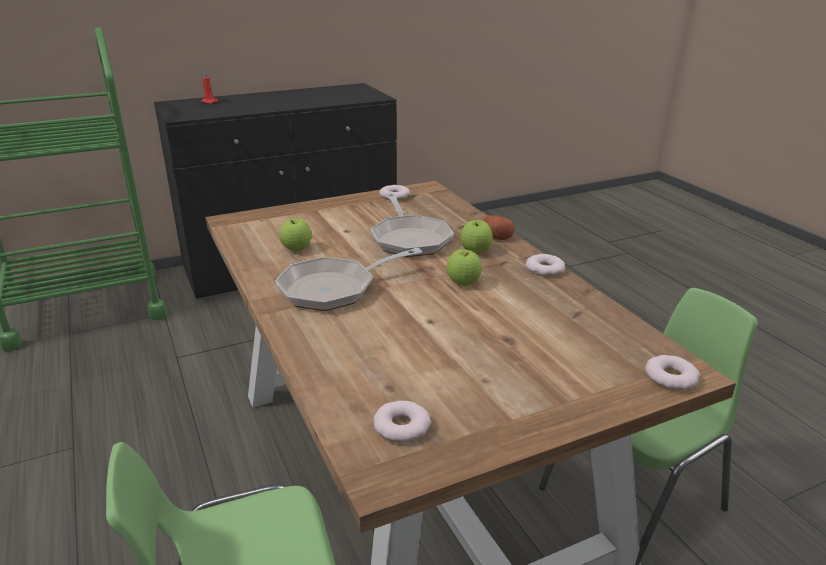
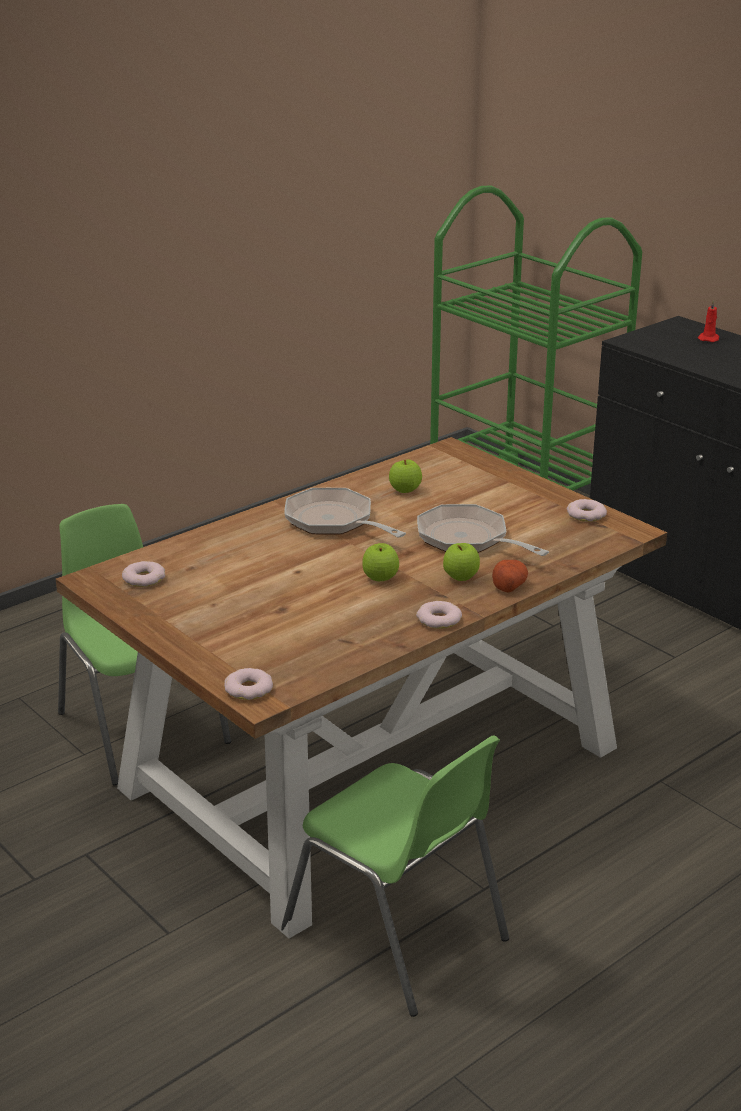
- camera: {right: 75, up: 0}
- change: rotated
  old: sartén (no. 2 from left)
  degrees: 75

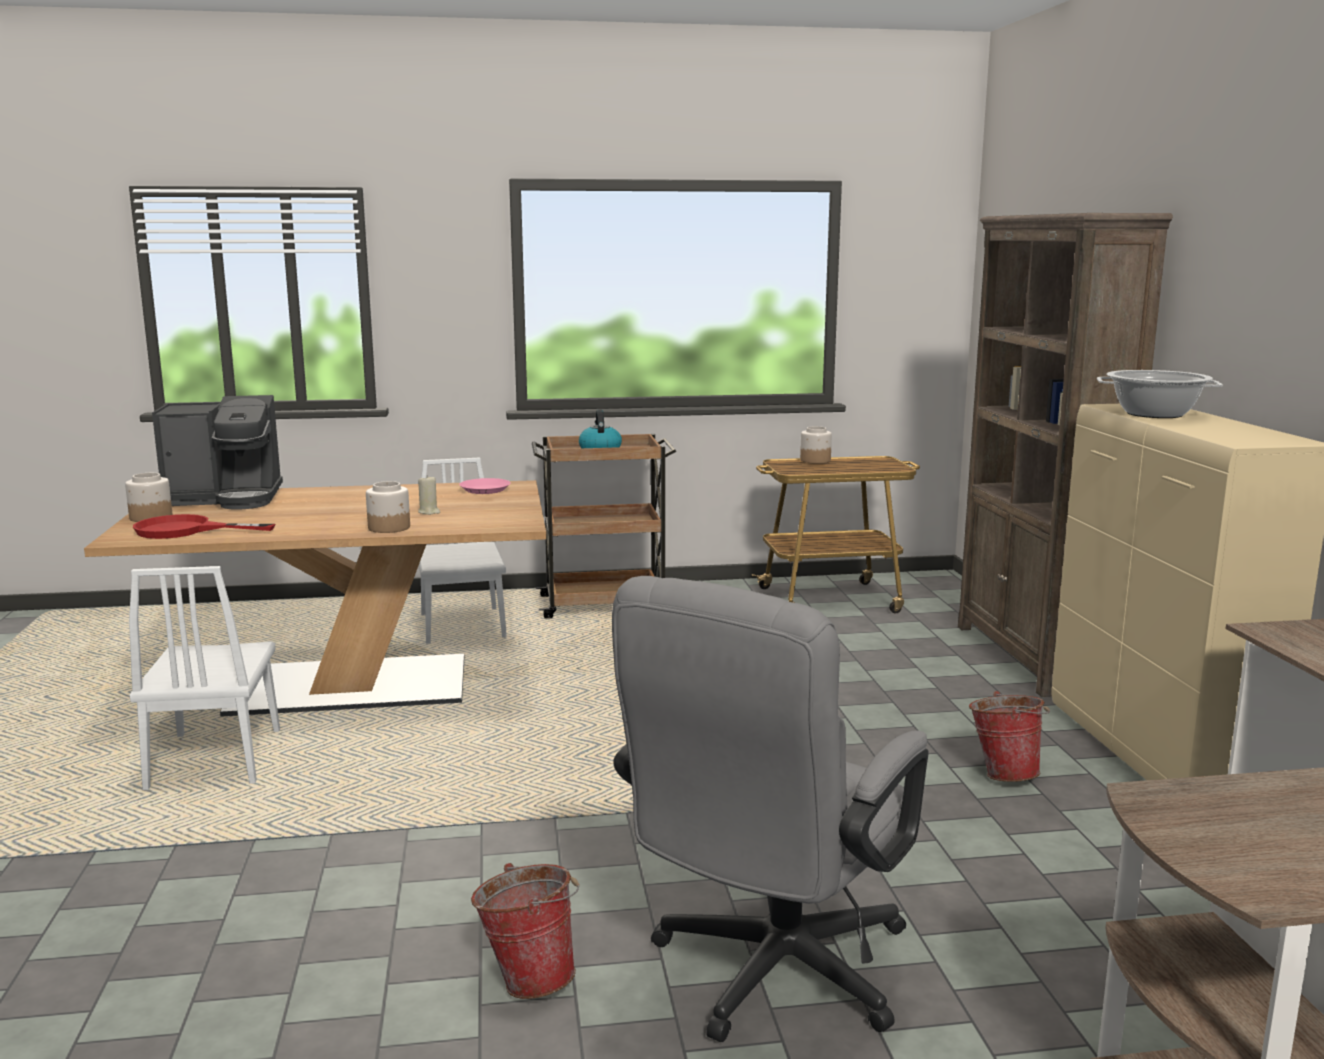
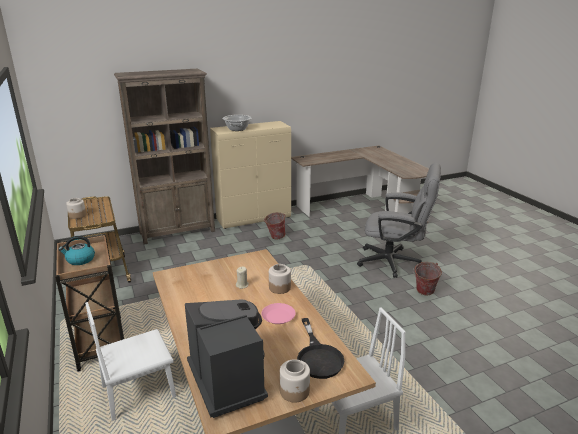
- camera: {right: -105, up: 10}
- change: shifted
  old: plato/rosa
- change: repainted
  old: sartén/rojo
  new: sartén/negro

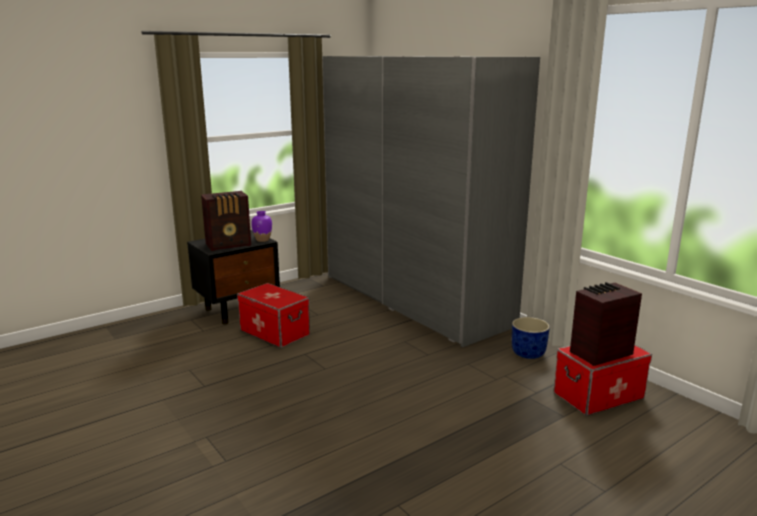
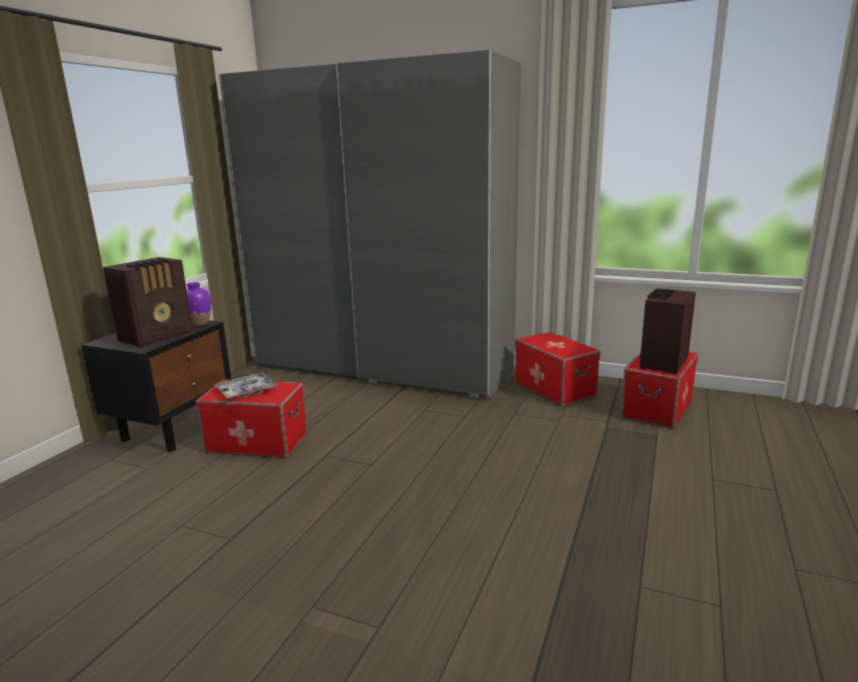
- camera: {right: -30, up: 0}
- change: swapped
  old: maceta/azul
  new: caja de almacenaje (no. 2 from left)
- change: new
  new: bandeja

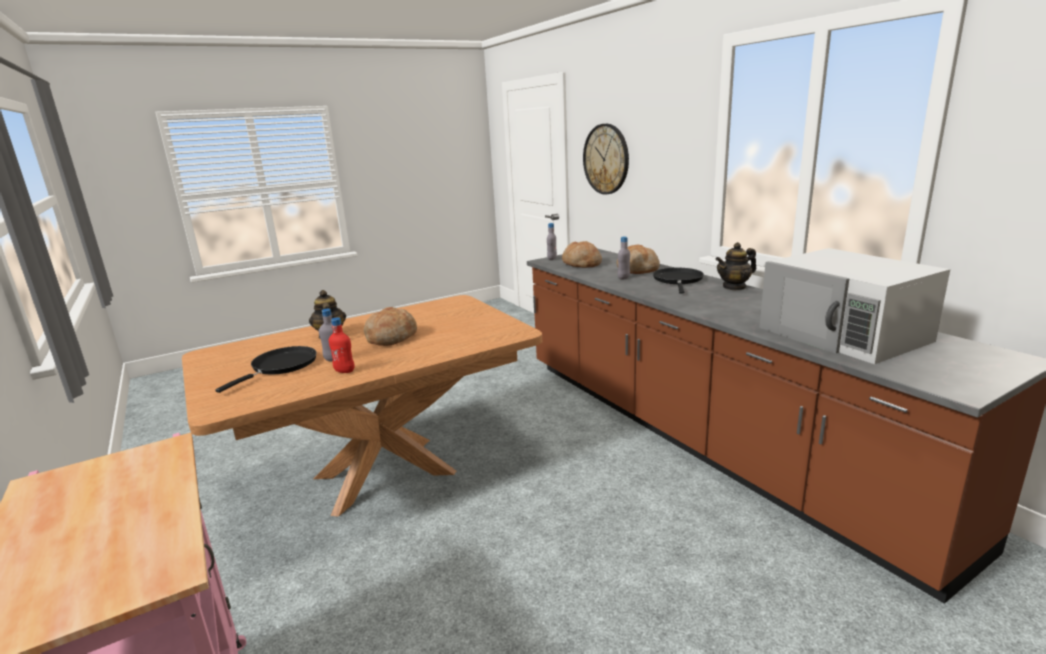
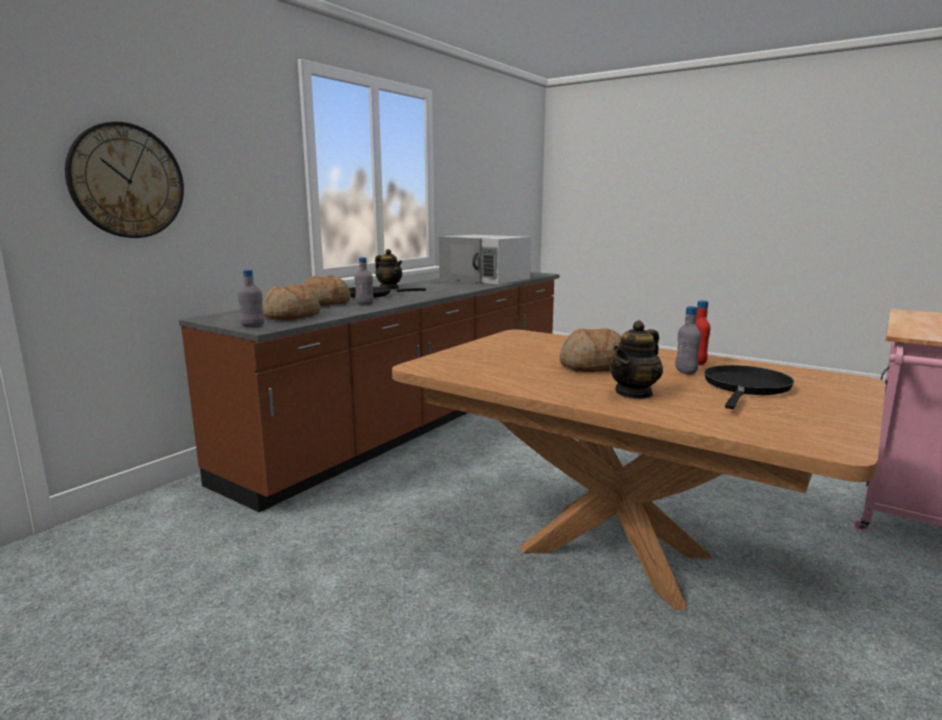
- camera: {right: -115, up: -5}
- change: rotated
  old: microondas/blanco
  degrees: 90
- change: rotated
  old: sartén/negro (no. 1 from left in the first image)
  degrees: 120

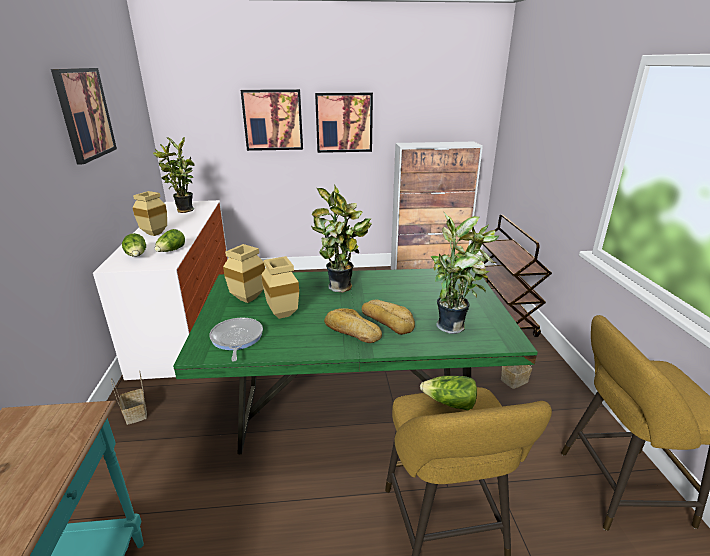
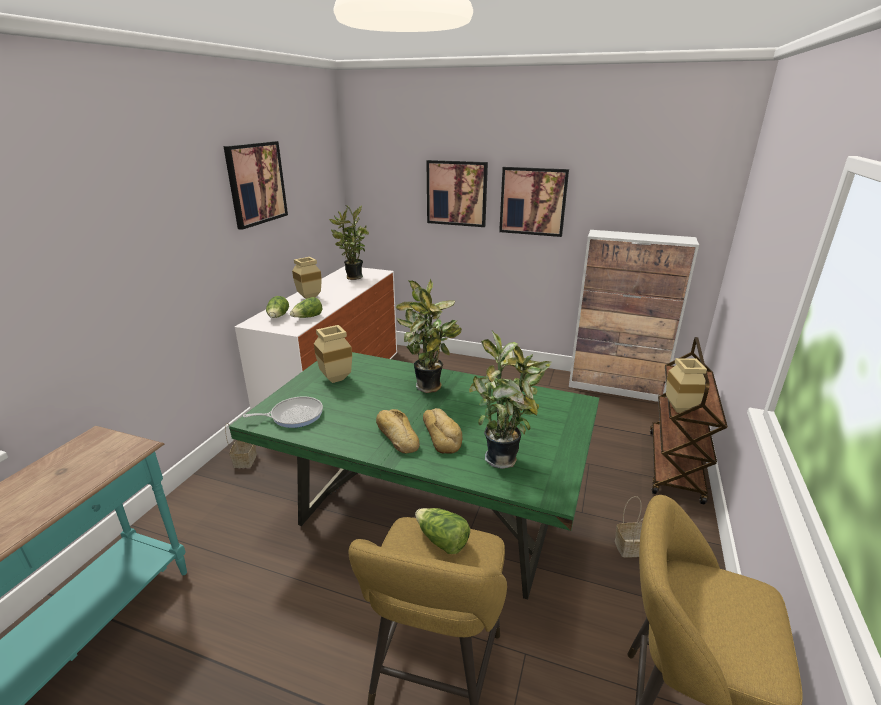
- camera: {right: 25, up: 0}
- change: shifted
  old: florero/beis (no. 3 from left)
- change: rotated
  old: sartén
  degrees: 60

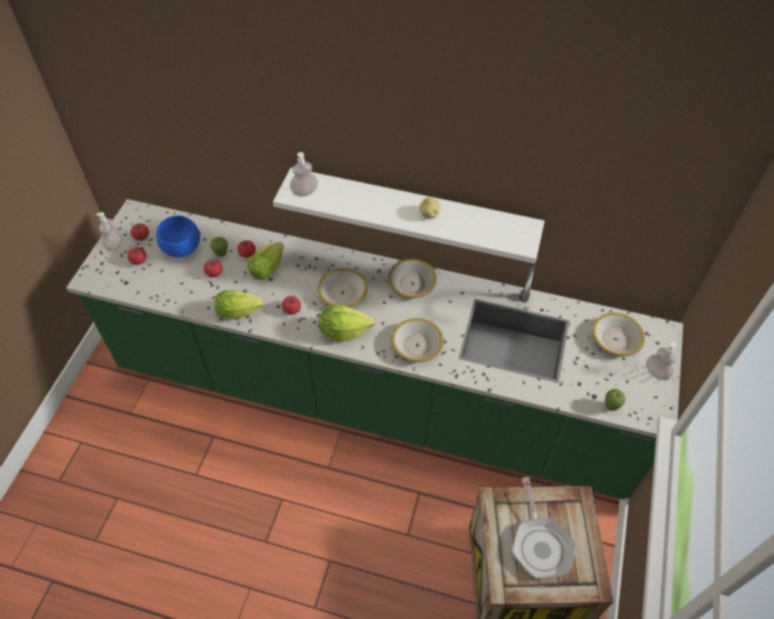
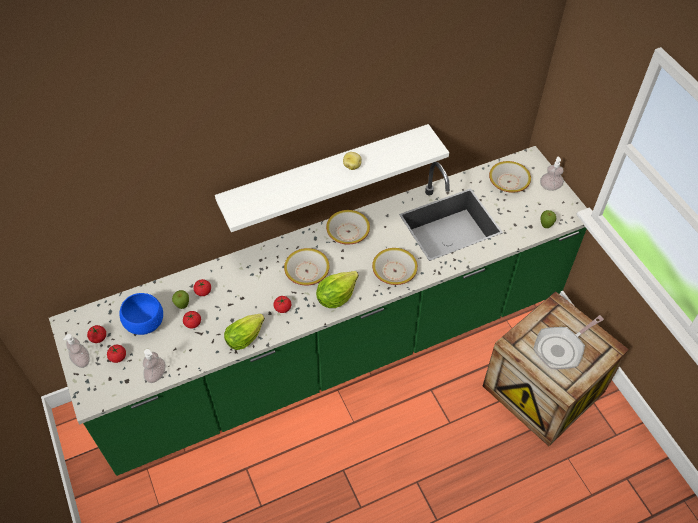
- camera: {right: -40, up: 0}
- change: shifted
  old: dispensador de jabón (no. 2 from left)
- change: gone
  old: lechuga (no. 2 from left)
- change: rotated
  old: sartén
  degrees: 105

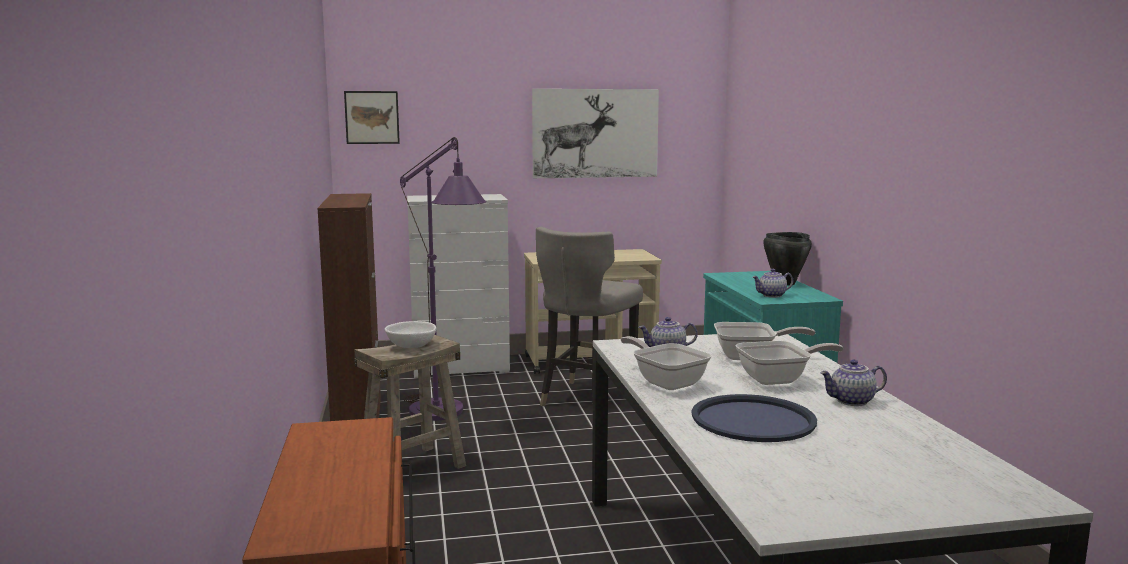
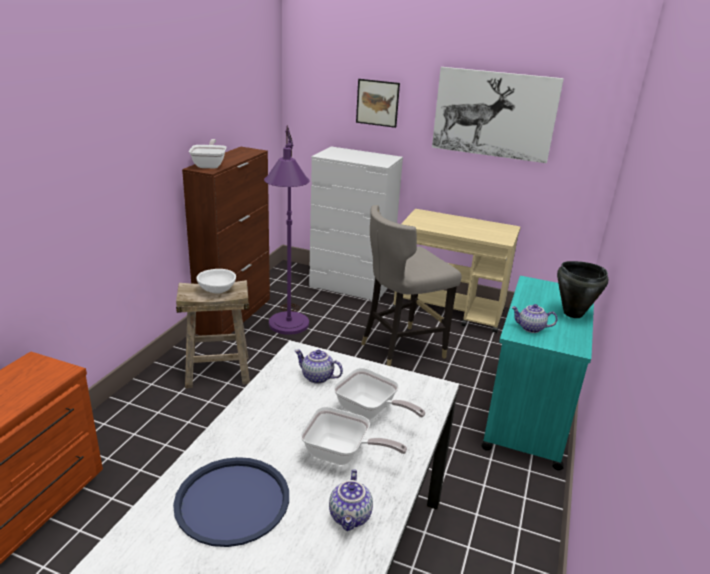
- camera: {right: 30, up: 15}
- change: shifted
  old: cuadro (no. 1 from left)
- change: shifted
  old: sartén (no. 1 from left)
- change: rotated
  old: tetera (no. 3 from left in the first image)
  degrees: -105

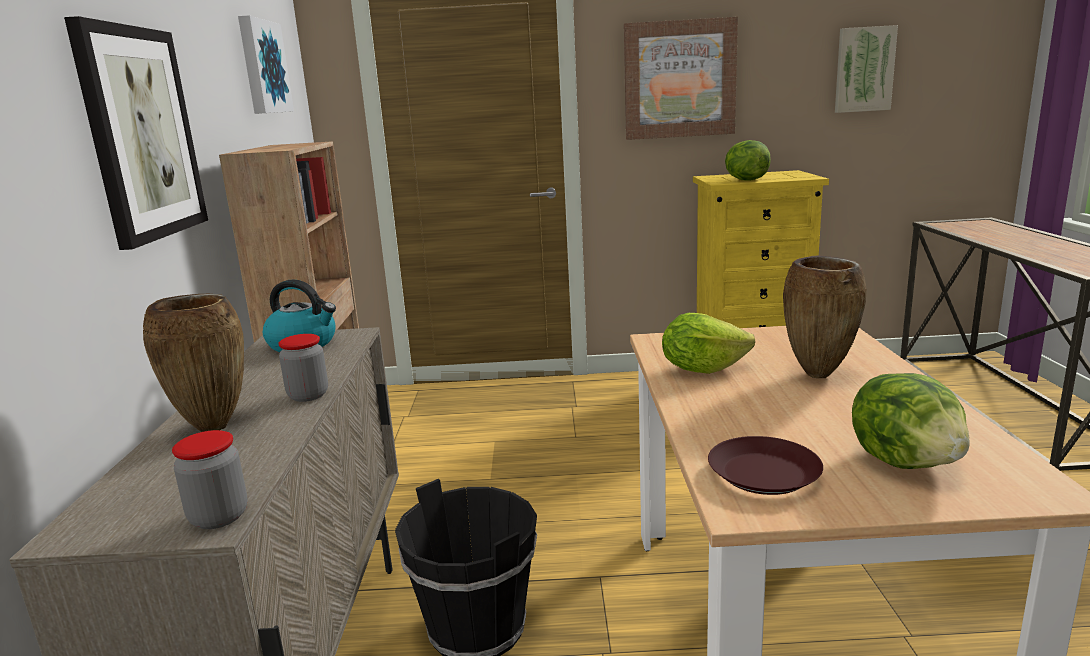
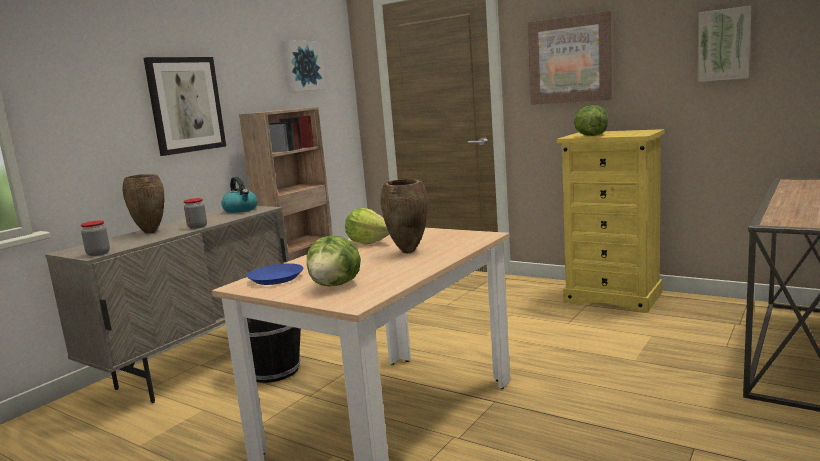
- camera: {right: 35, up: -5}
- change: repainted
  old: plato/marrón
  new: plato/azul

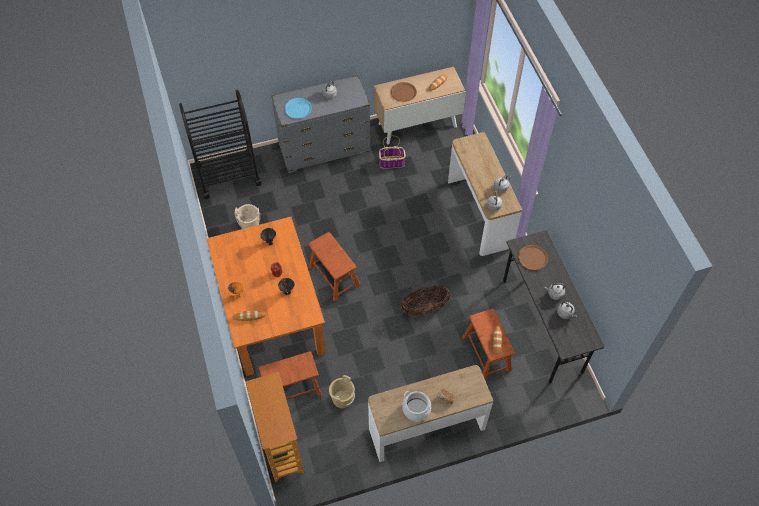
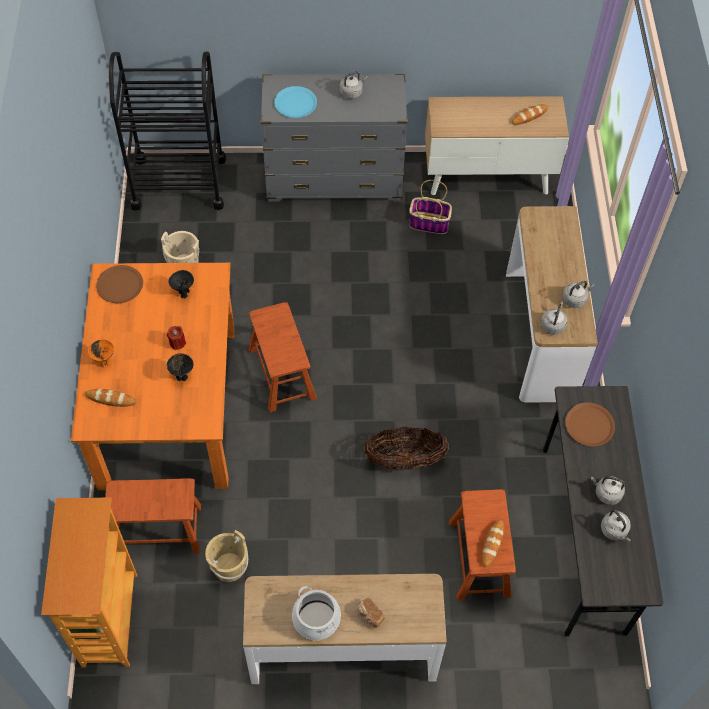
- camera: {right: 15, up: 0}
- change: shifted
  old: plato/marrón (no. 1 from left)

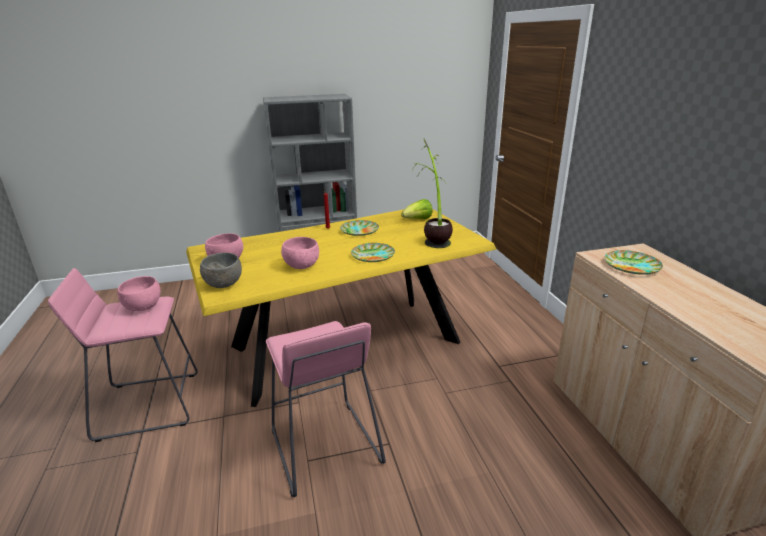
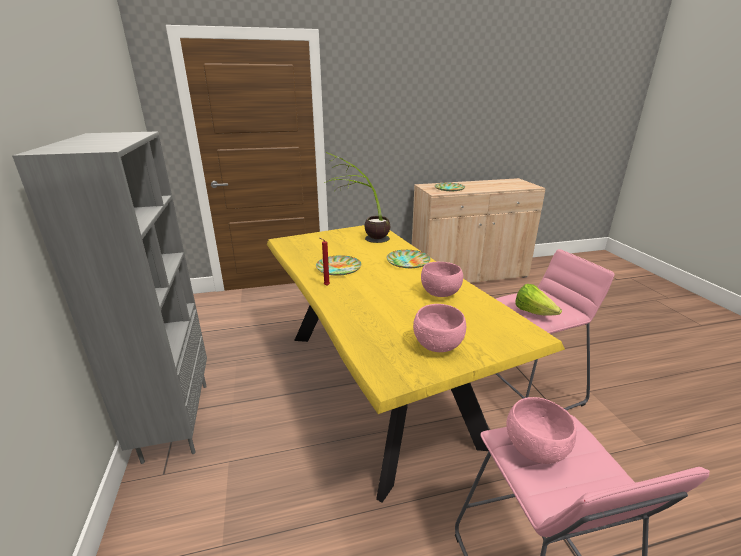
- camera: {right: -90, up: 0}
- change: shifted
  old: lechuga
- change: gone
  old: cuenco/gris

